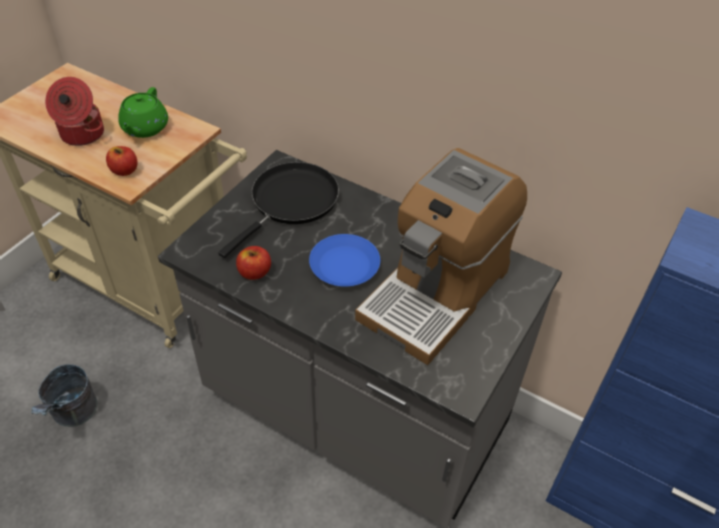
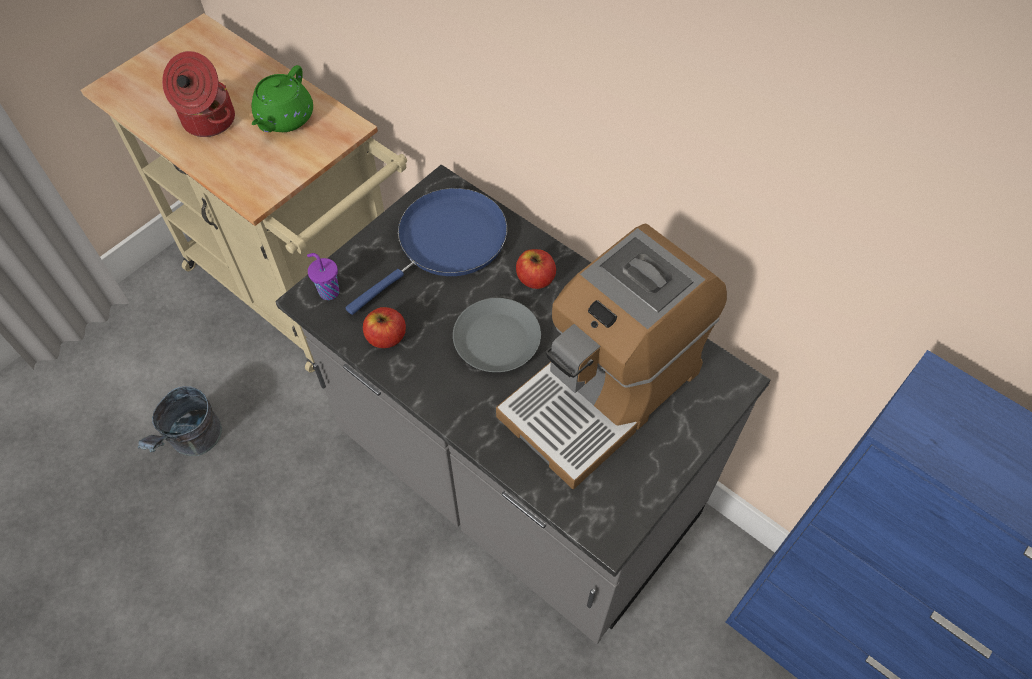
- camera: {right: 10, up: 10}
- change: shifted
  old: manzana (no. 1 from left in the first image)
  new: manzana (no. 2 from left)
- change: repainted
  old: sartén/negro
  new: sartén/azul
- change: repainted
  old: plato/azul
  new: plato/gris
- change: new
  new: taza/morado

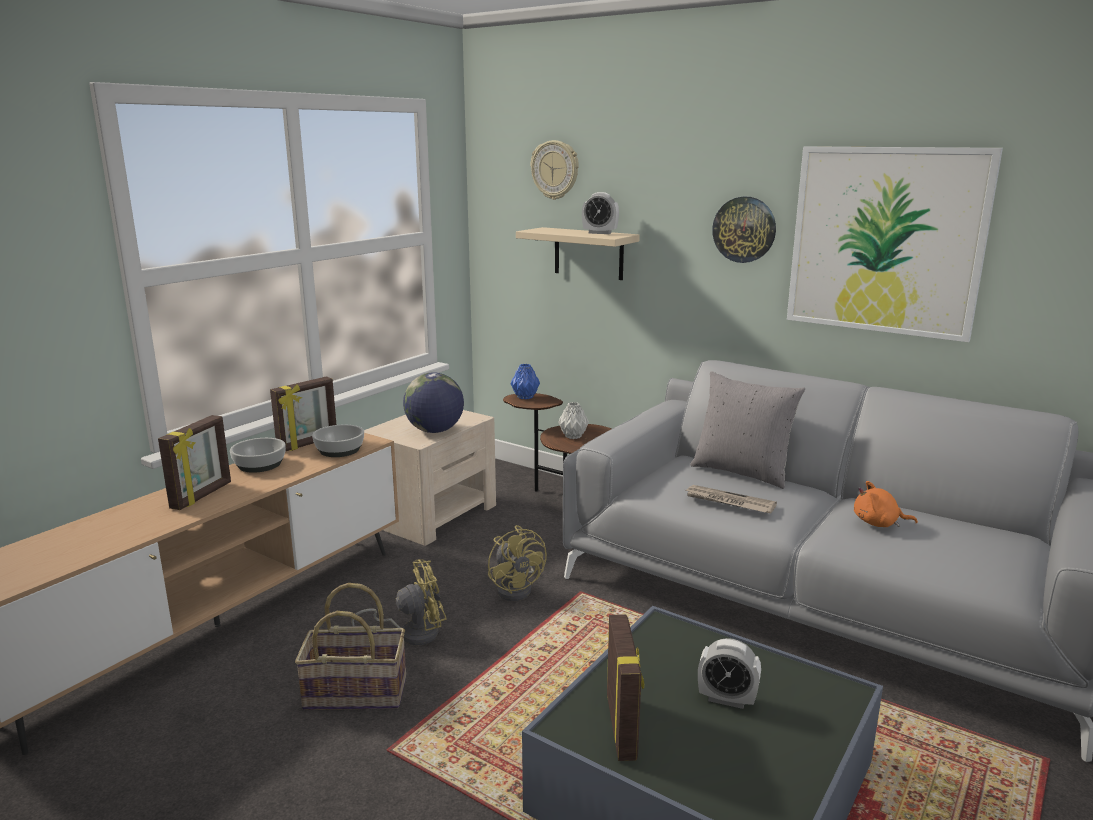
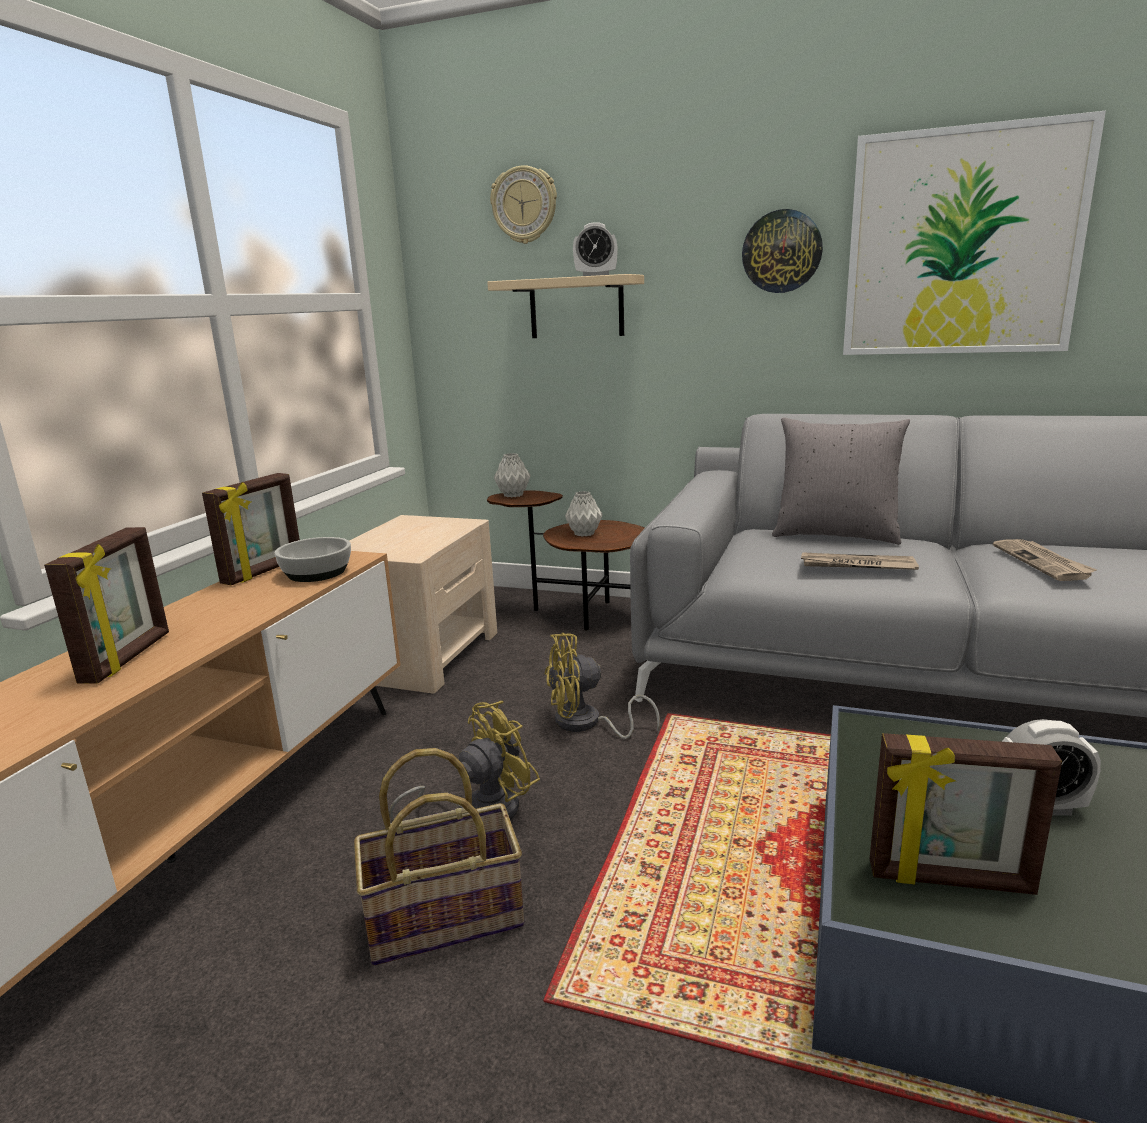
- camera: {right: -15, up: 0}
- change: repainted
  old: florero/azul
  new: florero/gris (no. 1 from left)
- change: gone
  old: globo terráqueo
- change: gone
  old: cuenco (no. 1 from left)
- change: swapped
  old: peluche/naranja
  new: periódico (no. 2 from left)
- change: rotated
  old: ventilador/amarillo (no. 2 from left)
  degrees: 120
- change: rotated
  old: portarretratos (no. 3 from left)
  degrees: 120

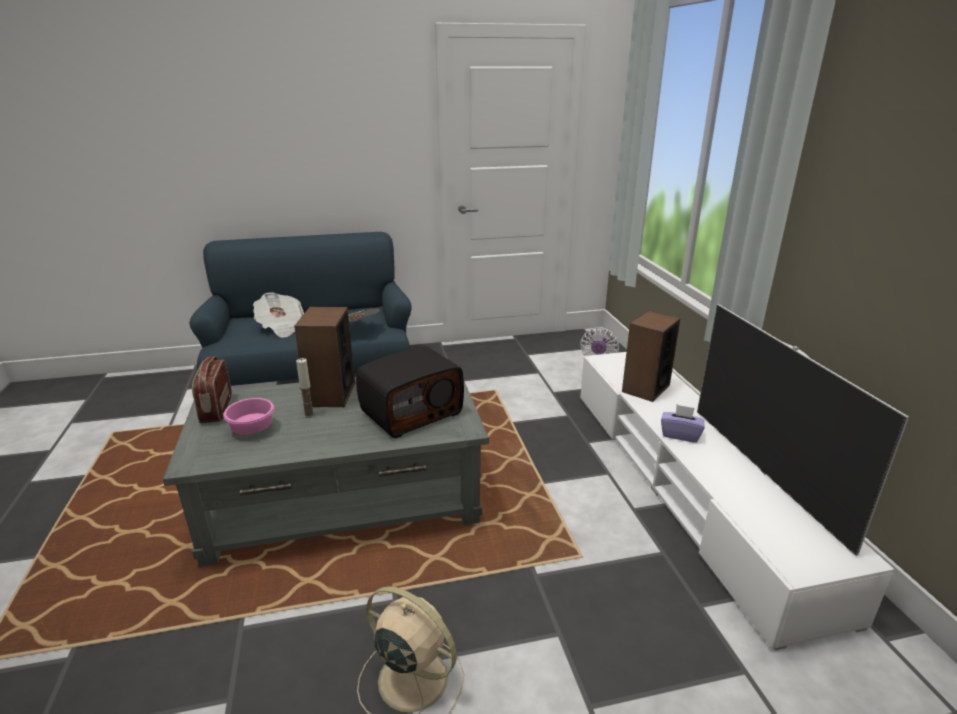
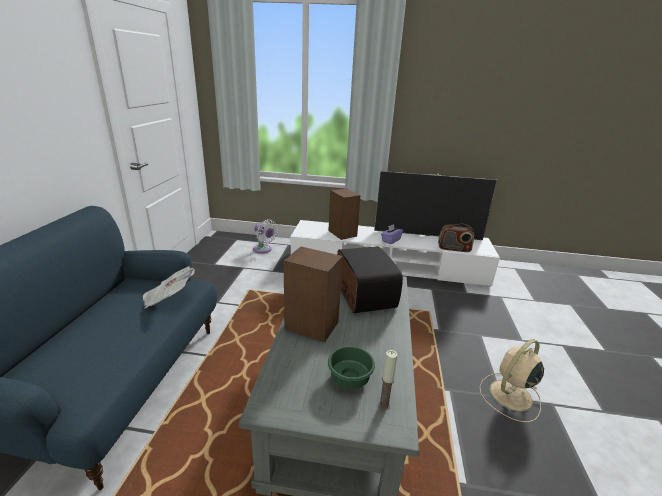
- camera: {right: -70, up: 0}
- change: gone
  old: periódico (no. 1 from left)
- change: shifted
  old: radio (no. 1 from left in the first image)
  new: radio (no. 2 from left)
- change: shifted
  old: vela
- change: repainted
  old: cuenco/rosa
  new: cuenco/verde

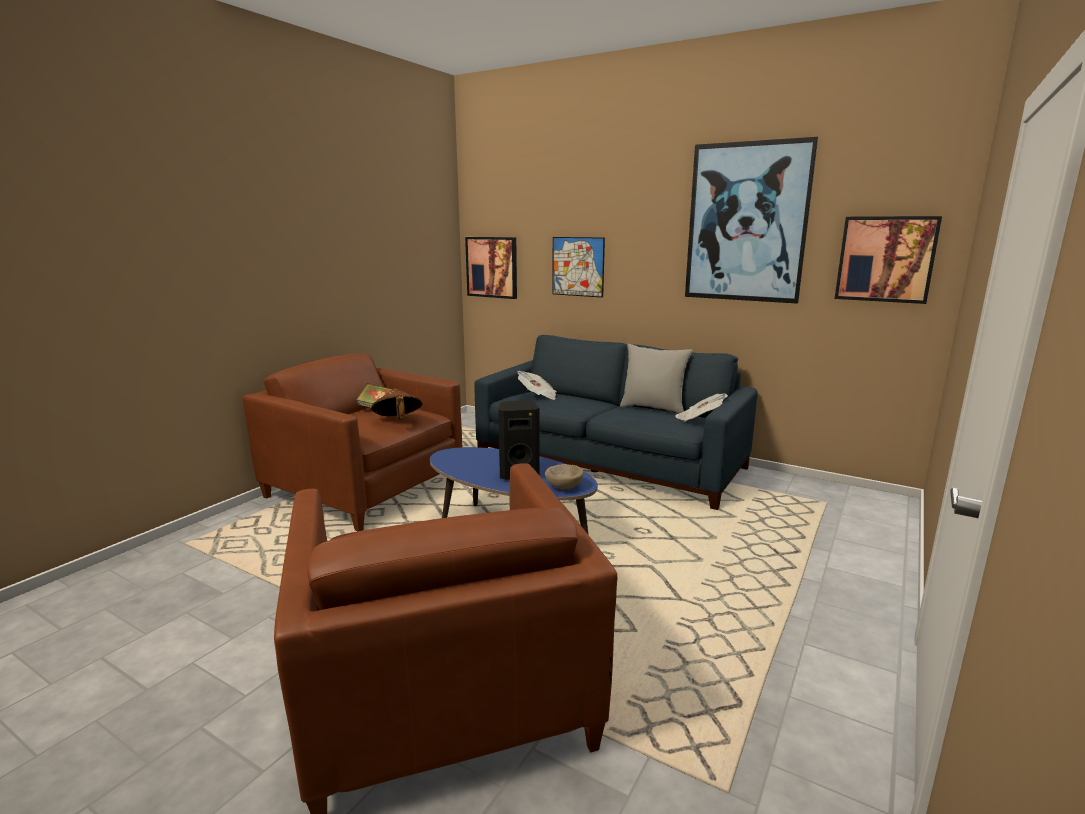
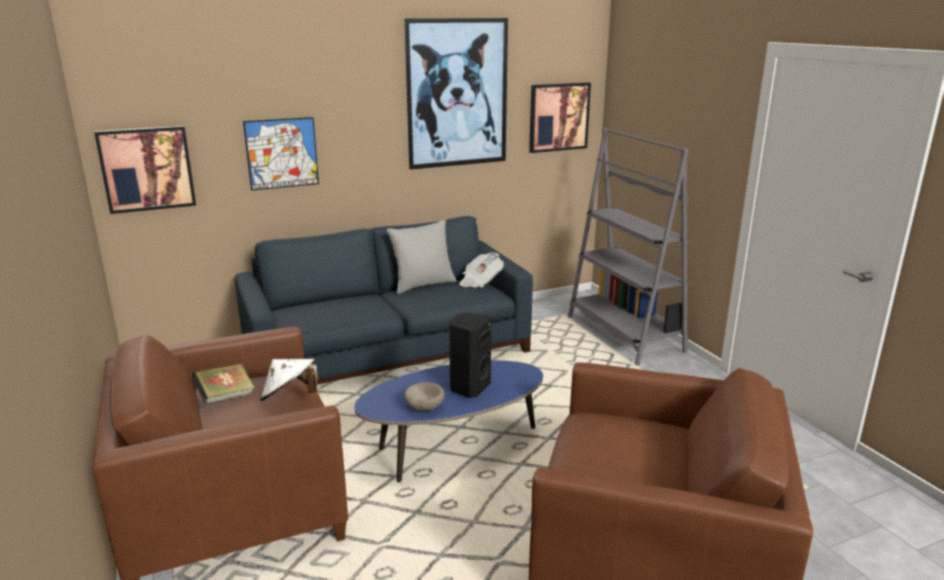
- camera: {right: -55, up: 5}
- change: gone
  old: periódico (no. 1 from left)
- change: repainted
  old: sombrero/marrón
  new: sombrero/blanco
- change: shifted
  old: cuenco/beis
- change: new
  new: estantería/gris

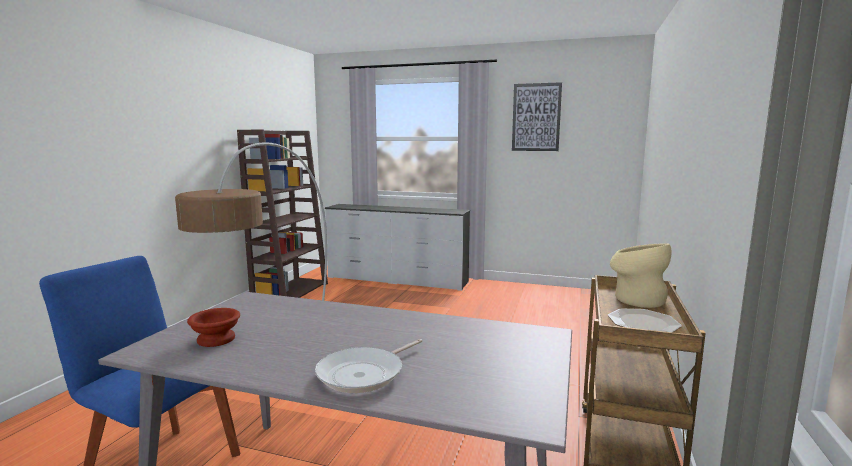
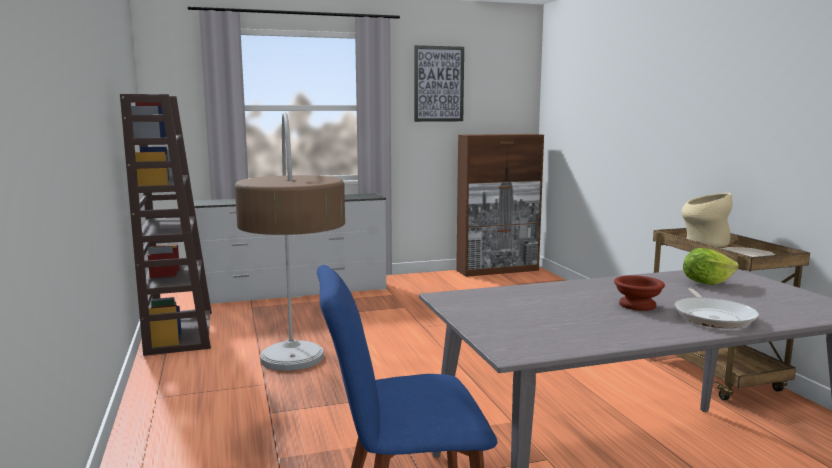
- camera: {right: -35, up: 0}
- change: shifted
  old: cuenco/marrón
- change: new
  new: armario/marrón
- change: new
  new: lechuga

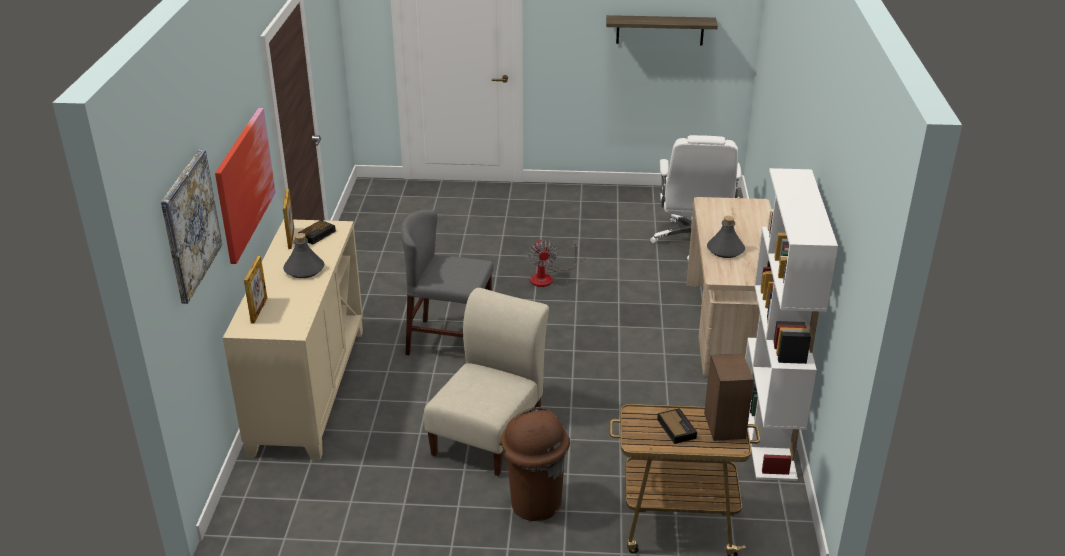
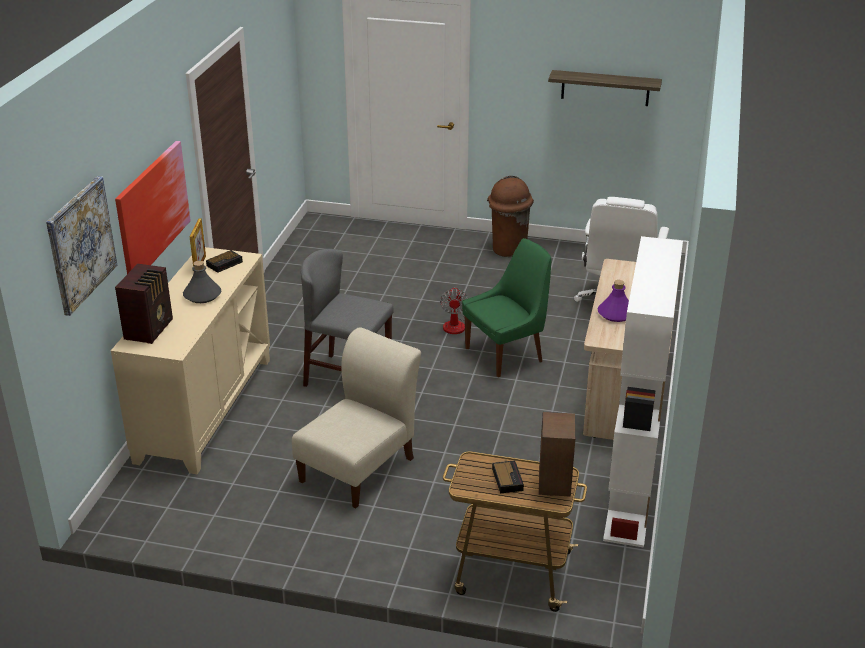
- camera: {right: 10, up: 0}
- change: repainted
  old: botella/gris (no. 2 from left)
  new: botella/morado
- change: swapped
  old: portarretratos (no. 1 from left)
  new: radio
- change: shifted
  old: papelera/marrón
- change: new
  new: silla/verde

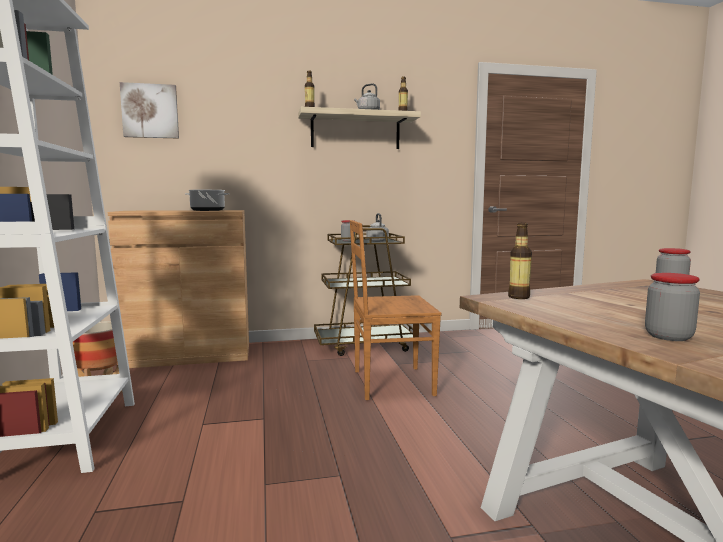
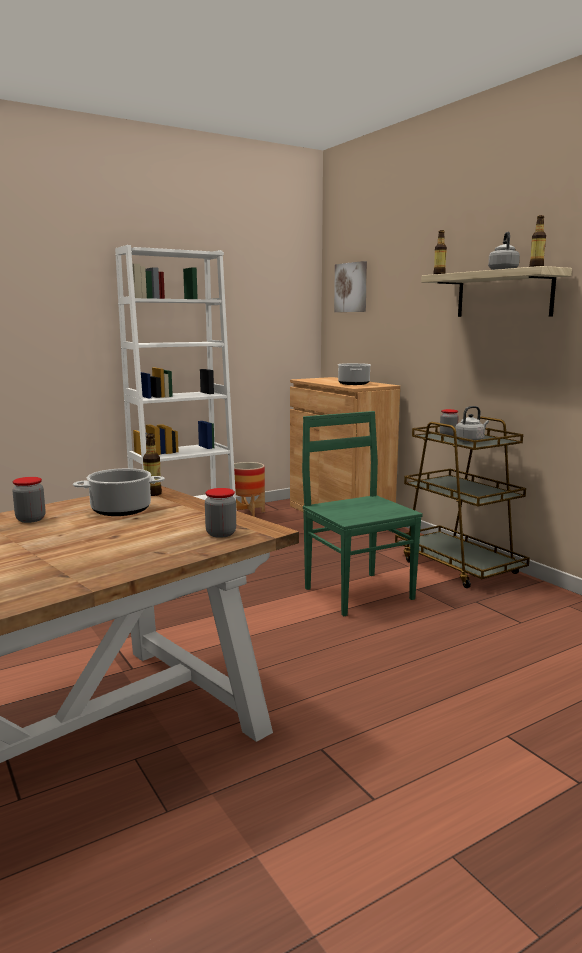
- camera: {right: 70, up: 5}
- change: repainted
  old: silla/marrón
  new: silla/verde
- change: new
  new: olla (no. 1 from left)

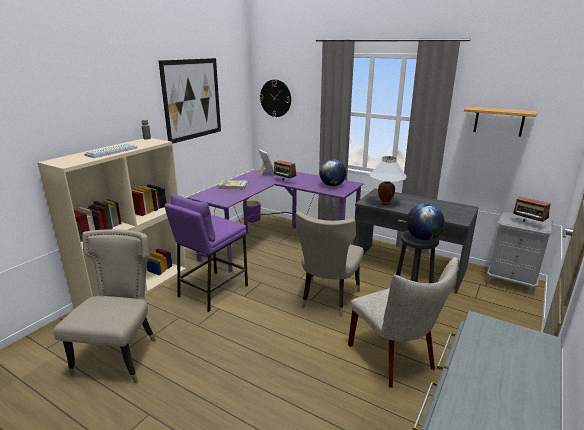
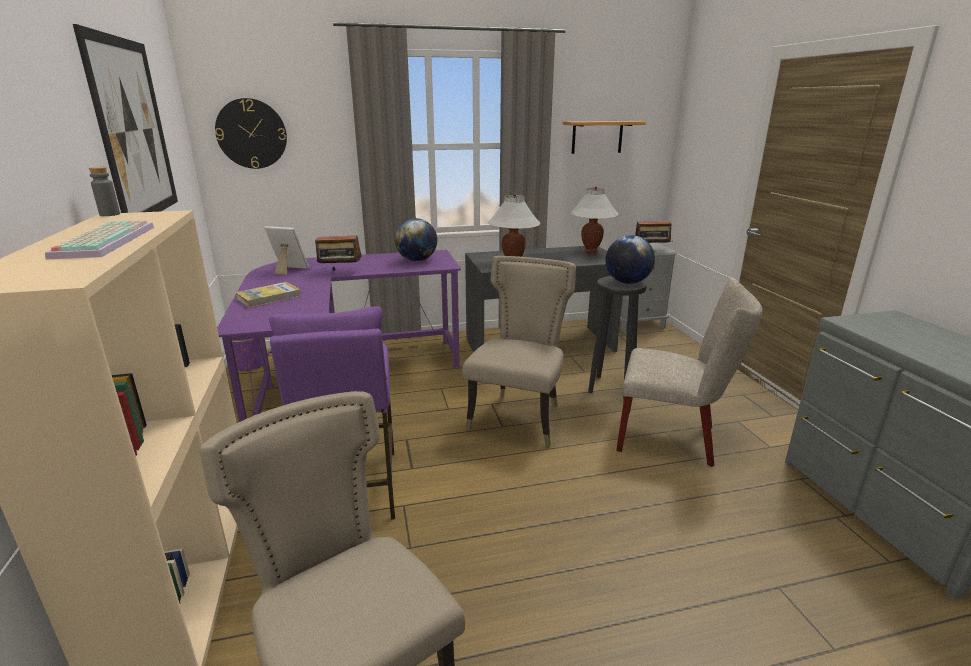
- camera: {right: -45, up: 0}
- change: rotated
  old: silla/beis (no. 2 from left)
  degrees: -135
- change: new
  new: lámpara de mesa/blanco (no. 2 from left)

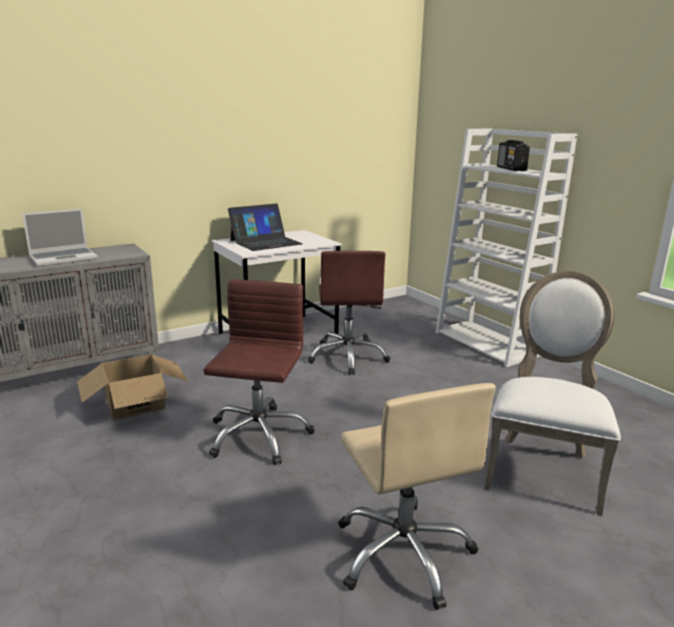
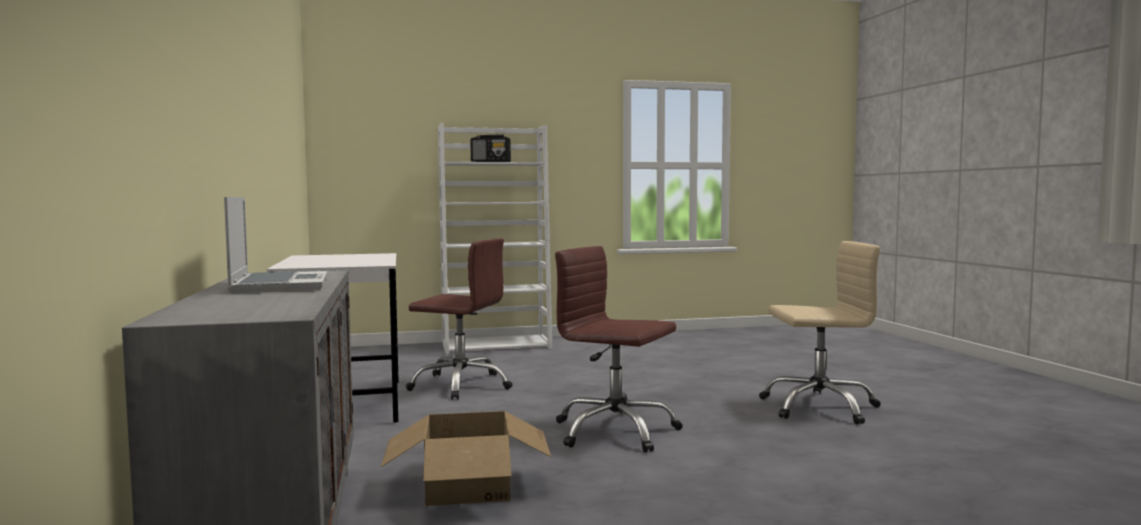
- camera: {right: -70, up: -15}
- change: gone
  old: portátil (no. 2 from left)
- change: gone
  old: silla/blanco

